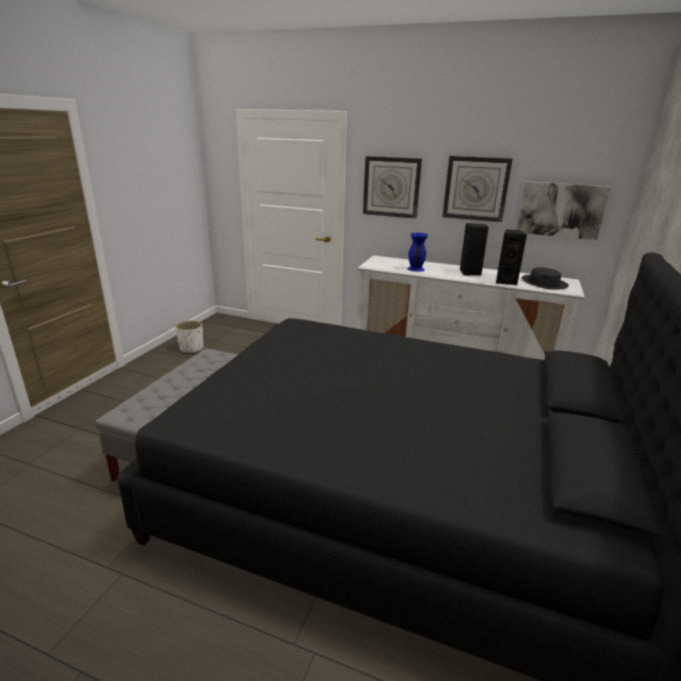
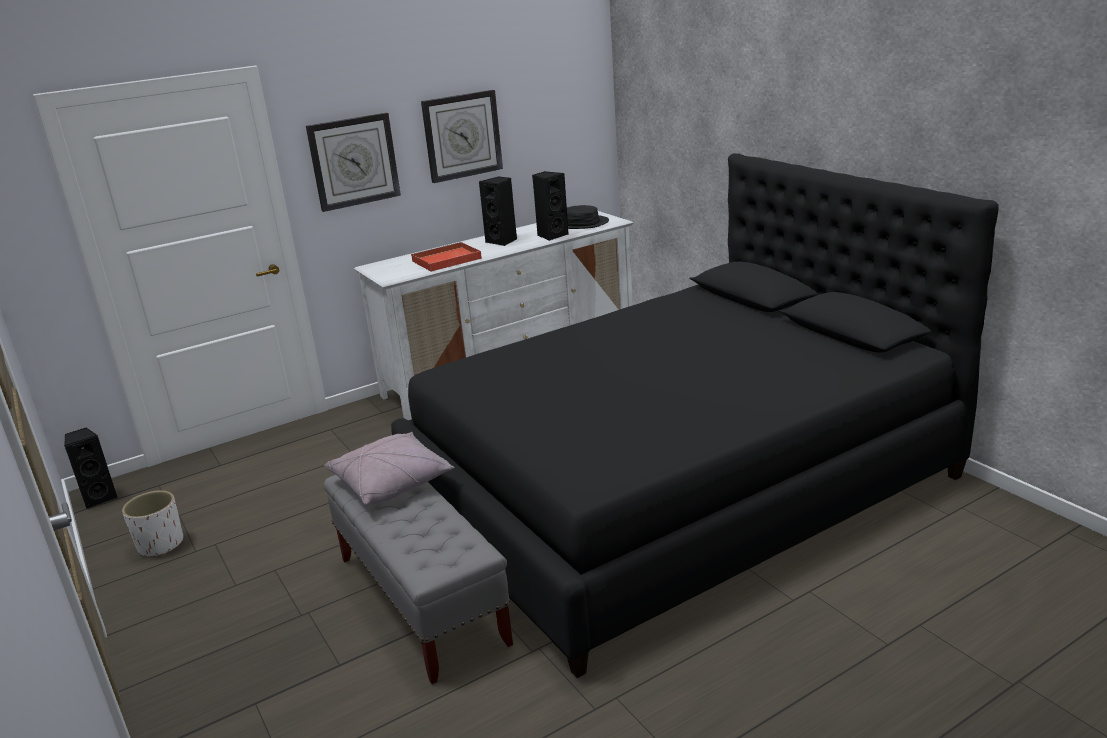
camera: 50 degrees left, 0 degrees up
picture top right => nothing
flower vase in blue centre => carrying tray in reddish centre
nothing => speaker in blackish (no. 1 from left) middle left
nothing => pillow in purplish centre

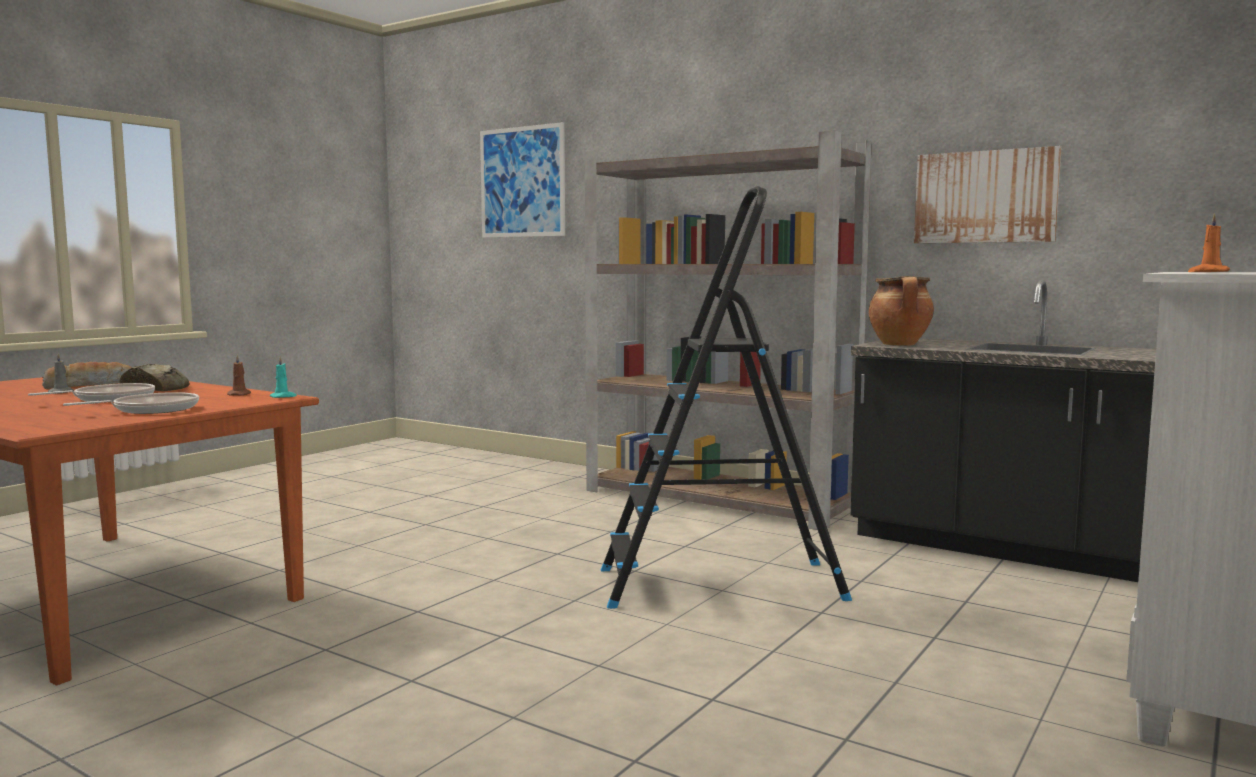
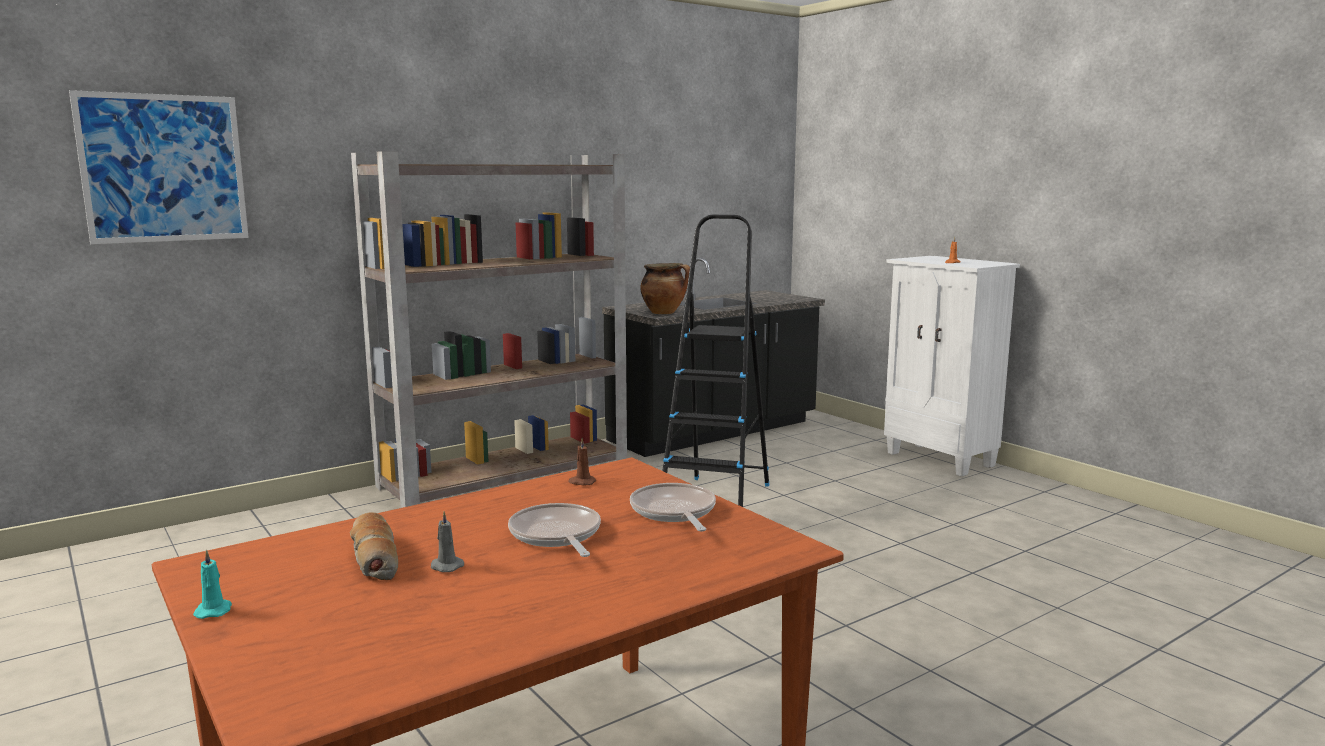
camera: 70 degrees left, 5 degrees up
picture (no. 2 from left) top right => nothing
wax candle in turquoise middle left => wax candle in turquoise bottom left, shifted
bakery bread (no. 2 from left) middle left => nothing

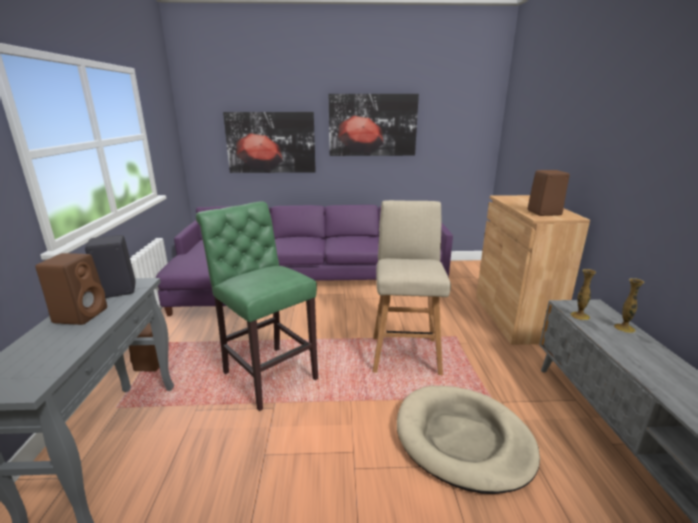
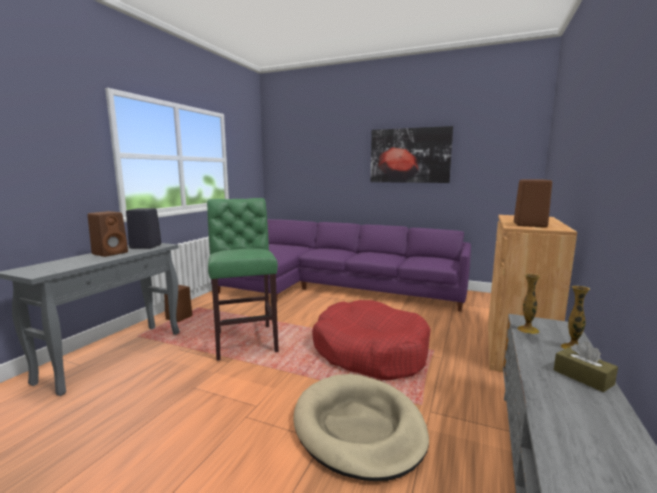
camera: 25 degrees right, 10 degrees down
picture (no. 1 from left) top centre => nothing
sitting stool in beige-coloured centre => pet bed in reddish bottom centre
nothing => box of tissues in brownish bottom right

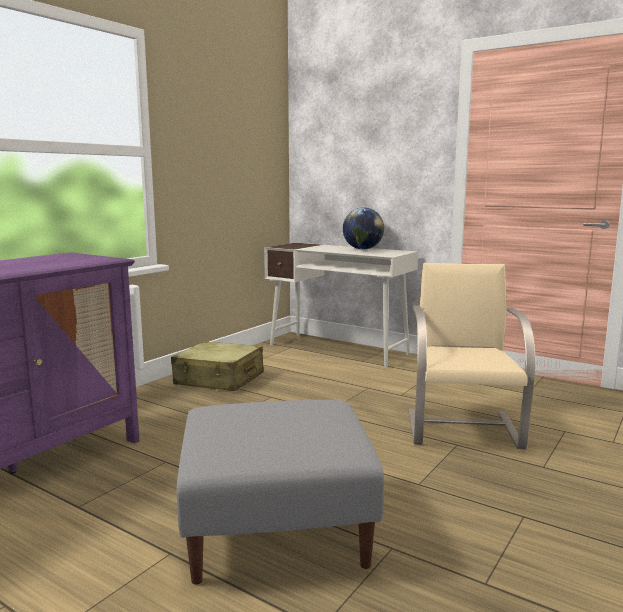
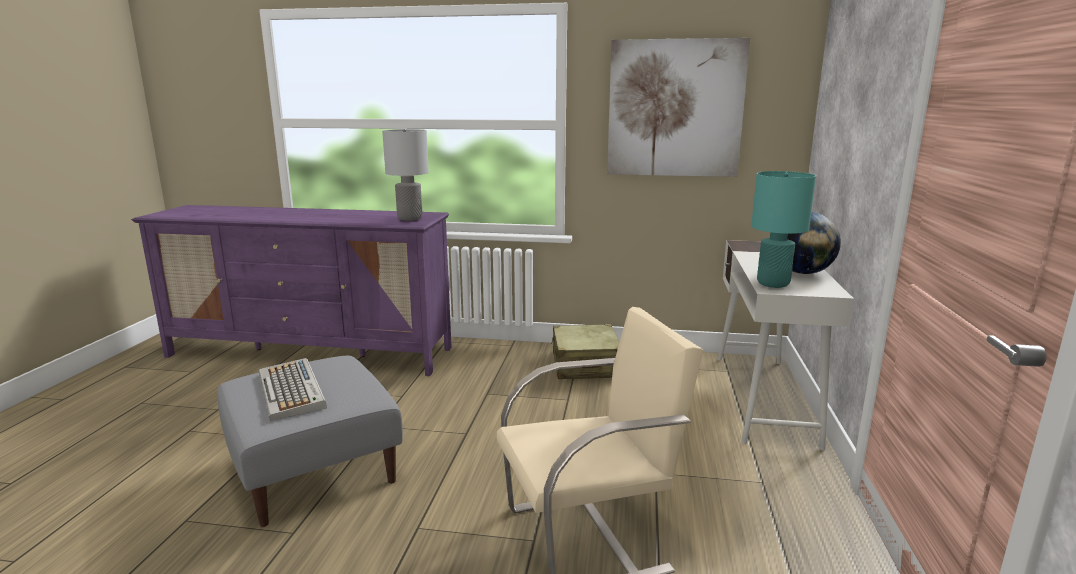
camera: 65 degrees right, 5 degrees up
nothing => picture top centre
nothing => table lamp in gray top centre
nothing => table lamp in turquoise middle right
nothing => computer keyboard bottom left

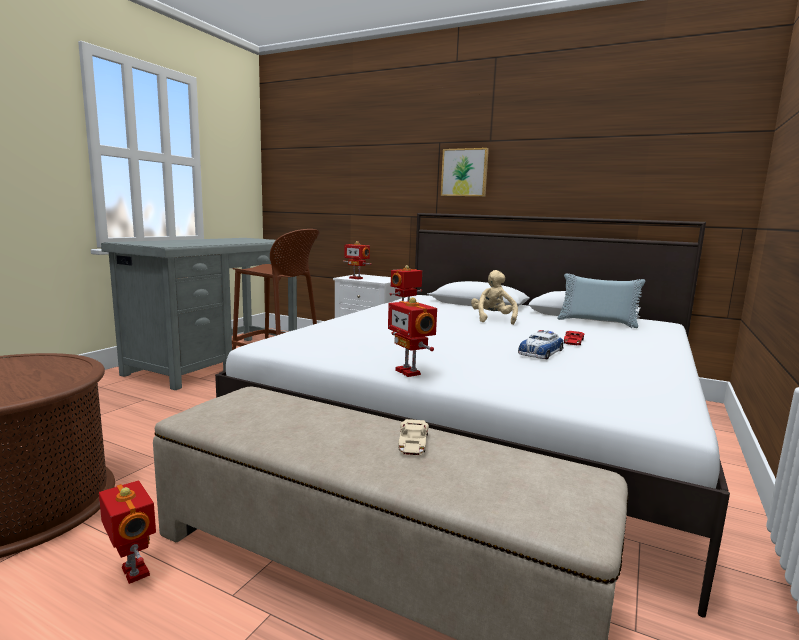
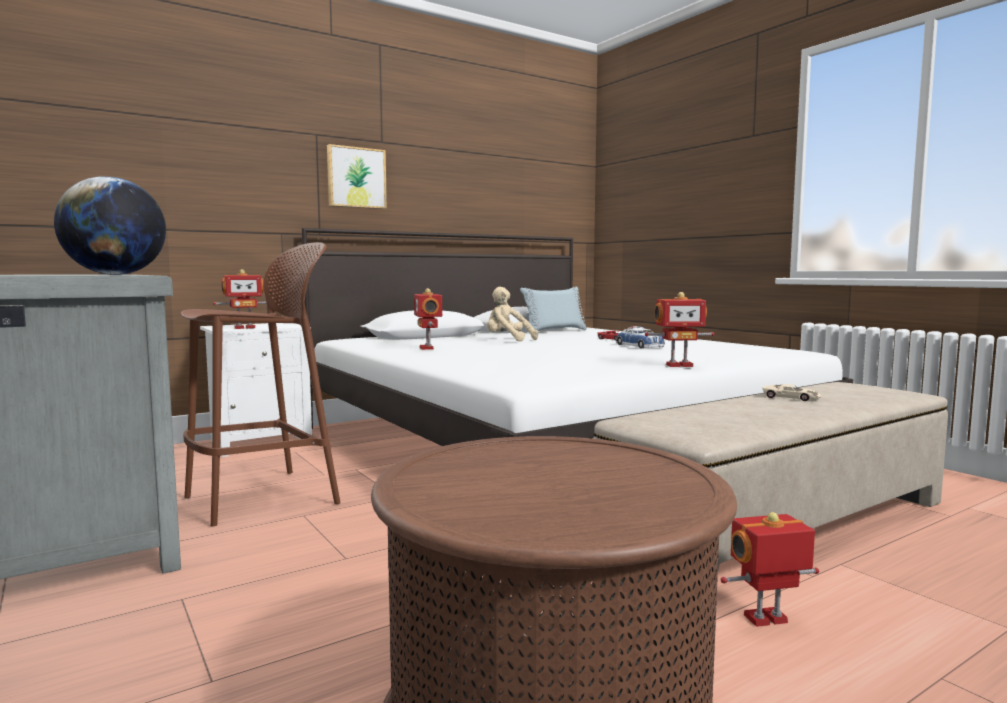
camera: 60 degrees left, 5 degrees down
nothing => desk globe top left

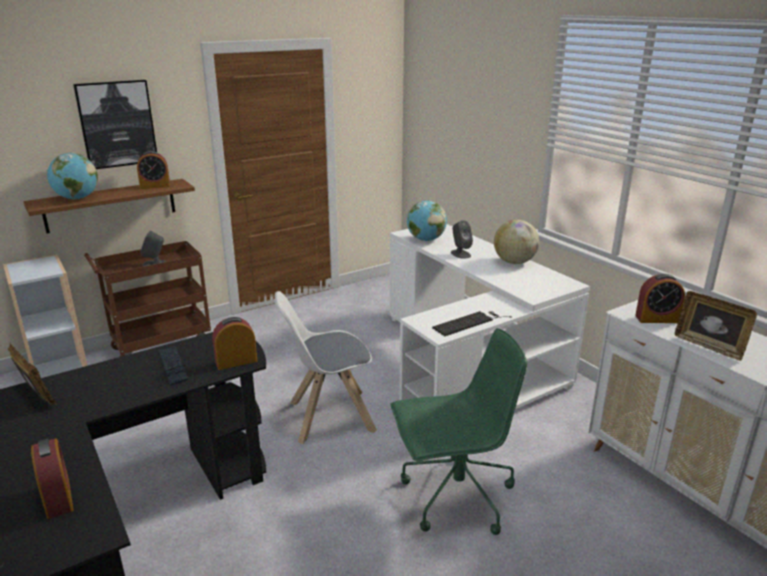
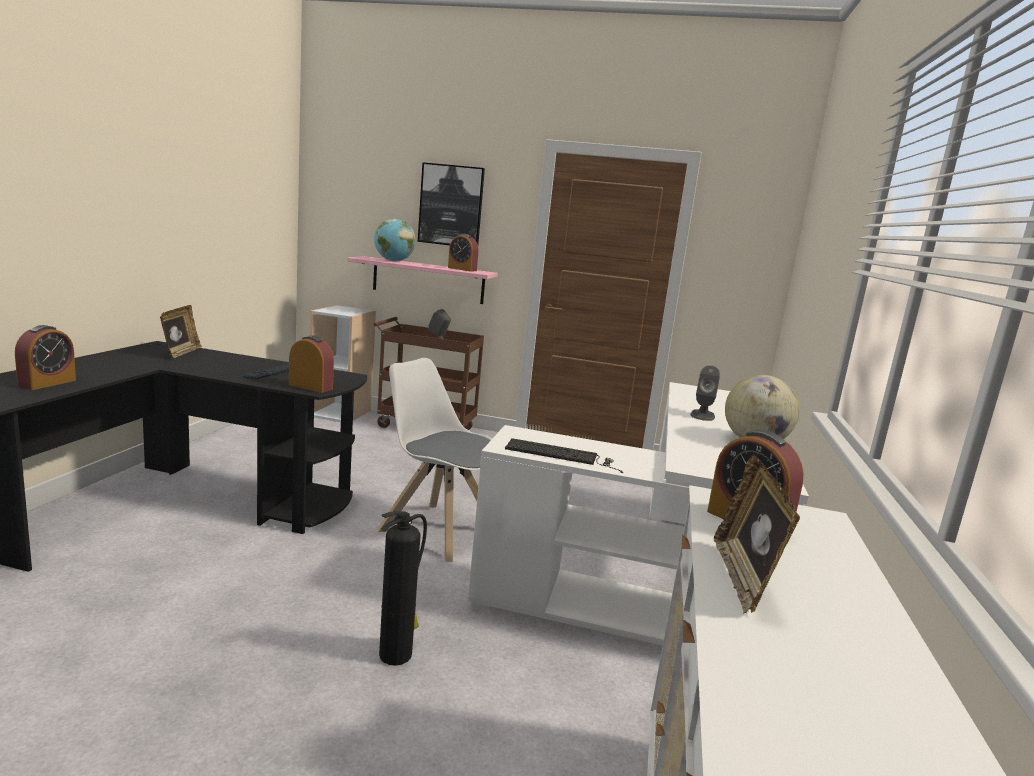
camera: 45 degrees right, 10 degrees down
wall shelf in brownish middle left => wall shelf in pink-coloured centre
desk globe (no. 2 from left) centre => nothing
computer chair in greenish bottom centre => fire-fighting cylinder bottom centre

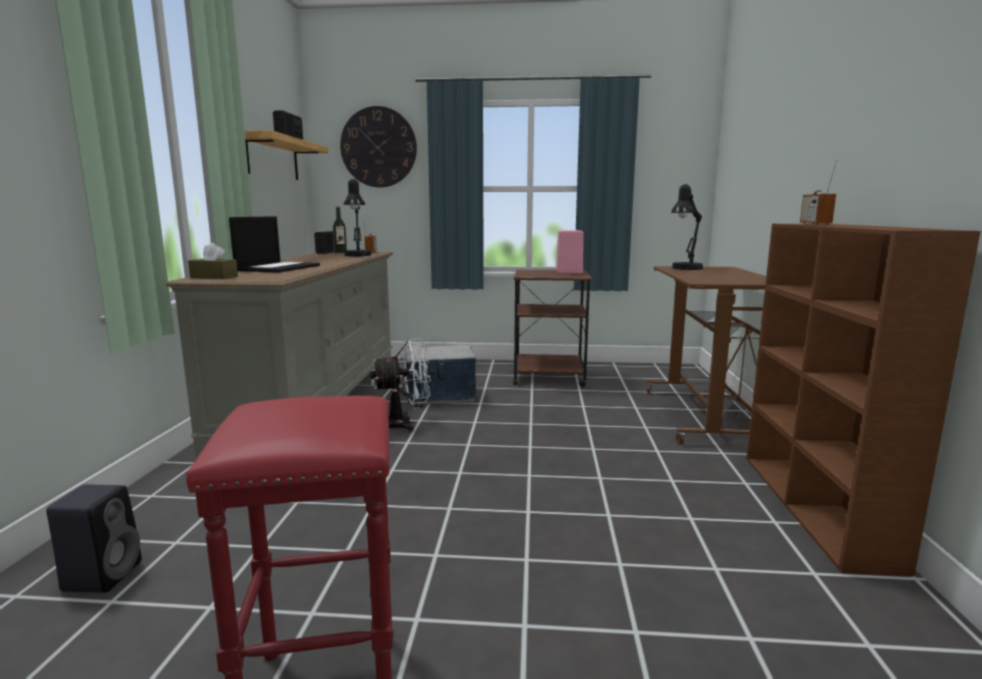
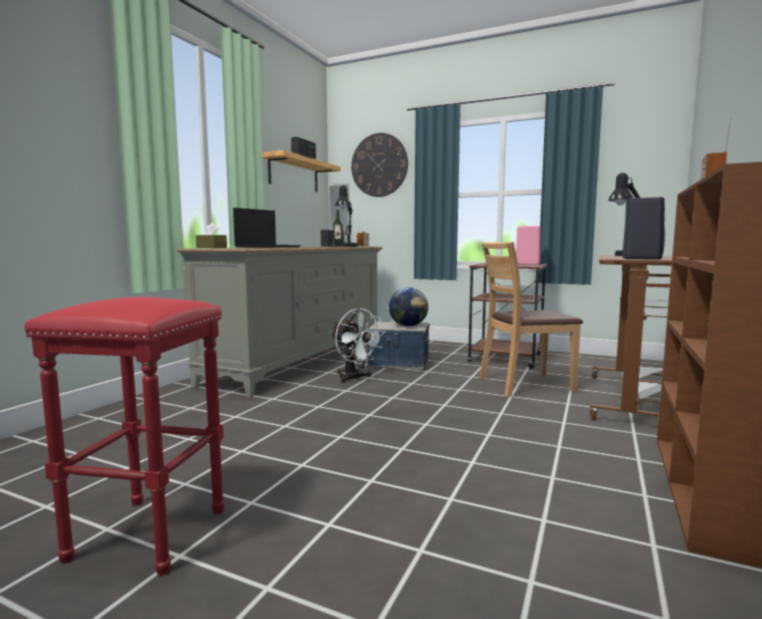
camera: 20 degrees right, 5 degrees down
fan in white centre, 45 degrees clockwise
speaker in blackish bottom left => speaker in blackish middle right, shifted
nothing => plain chair in brownish middle right
nothing => desk globe centre

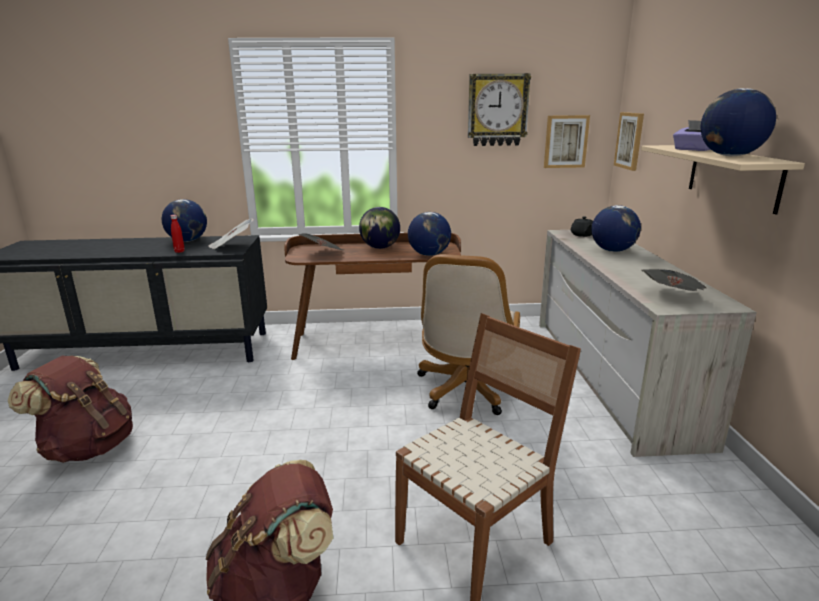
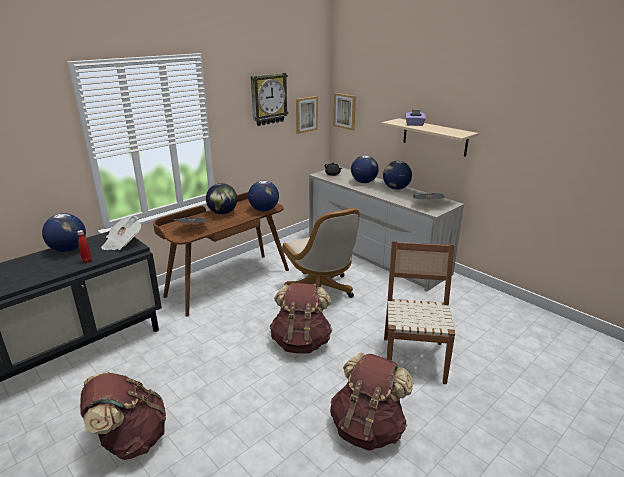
camera: 40 degrees left, 5 degrees up
desk globe (no. 5 from left) top right => desk globe (no. 5 from left) centre, shifted
nothing => rucksack in brownish (no. 2 from left) bottom centre

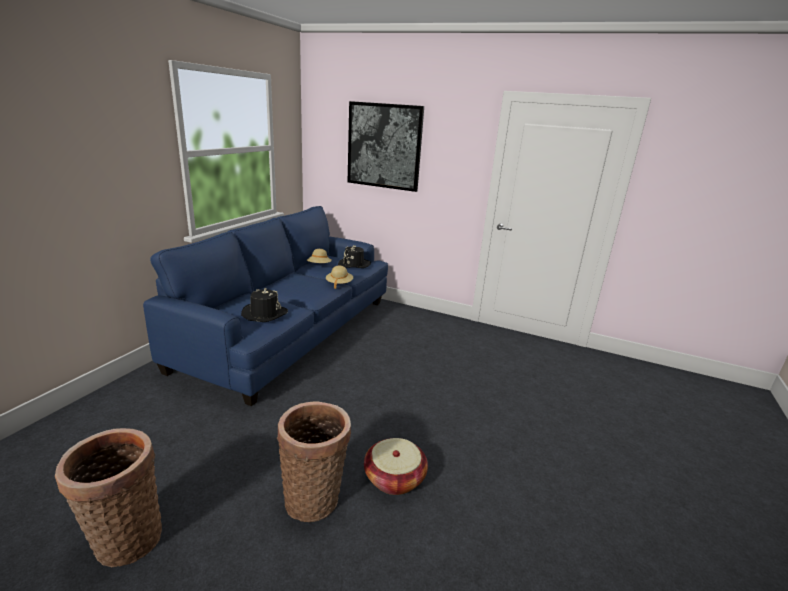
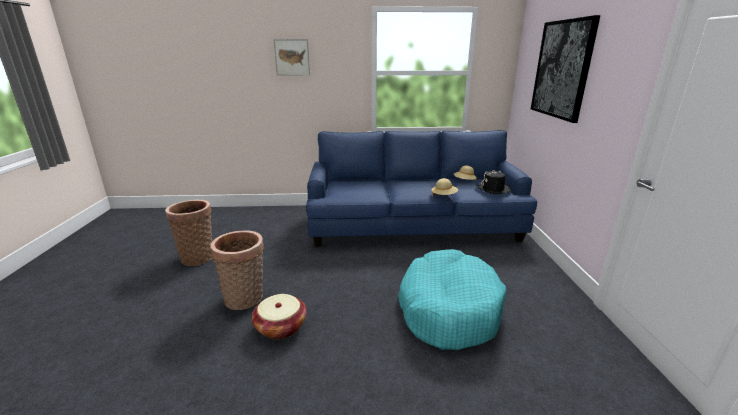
camera: 65 degrees right, 0 degrees up
clothing hat in blackish (no. 1 from left) centre => nothing
nothing => picture (no. 1 from left) top centre
nothing => pet bed in turquoise bottom centre

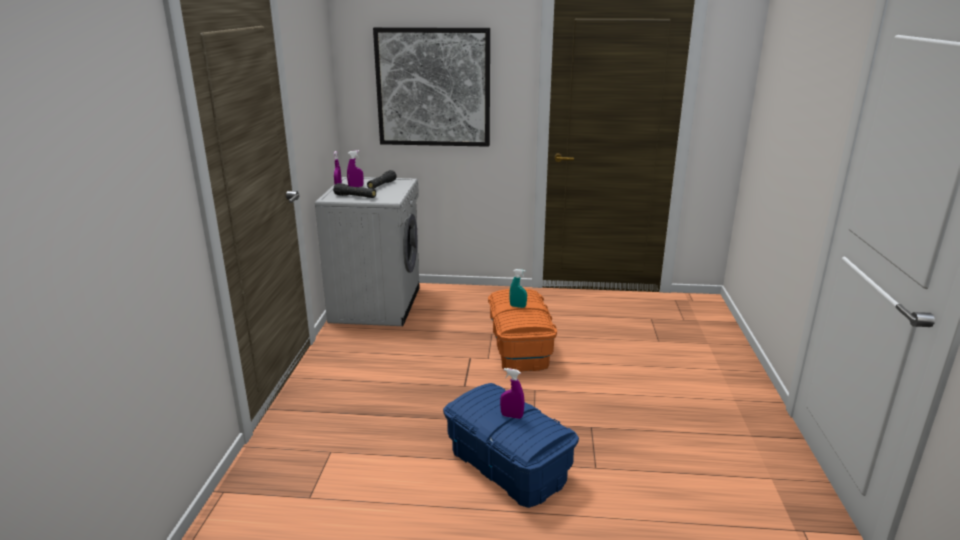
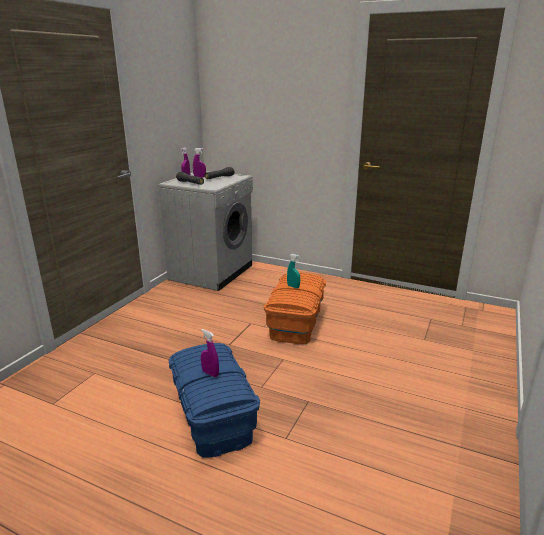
camera: 20 degrees right, 0 degrees up
picture top centre => nothing

